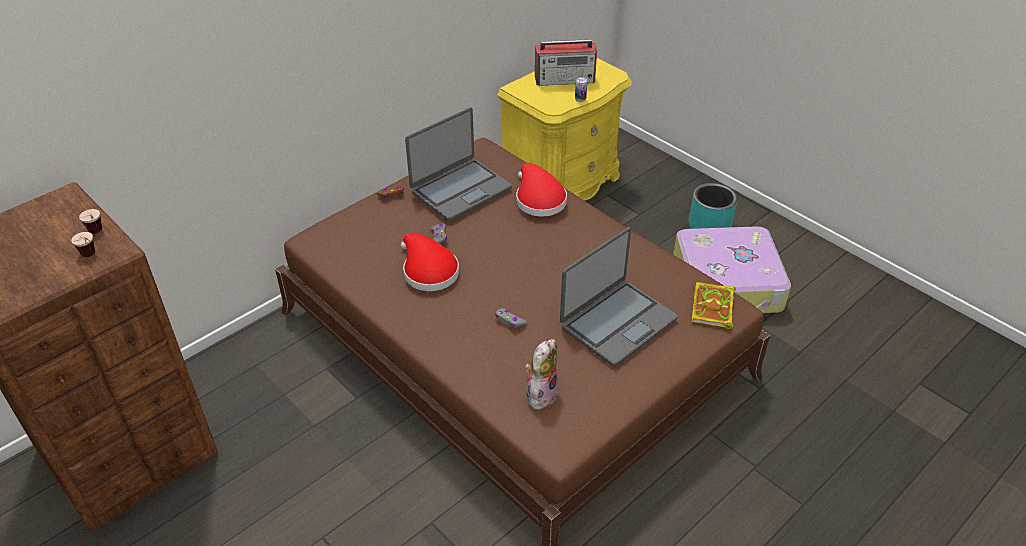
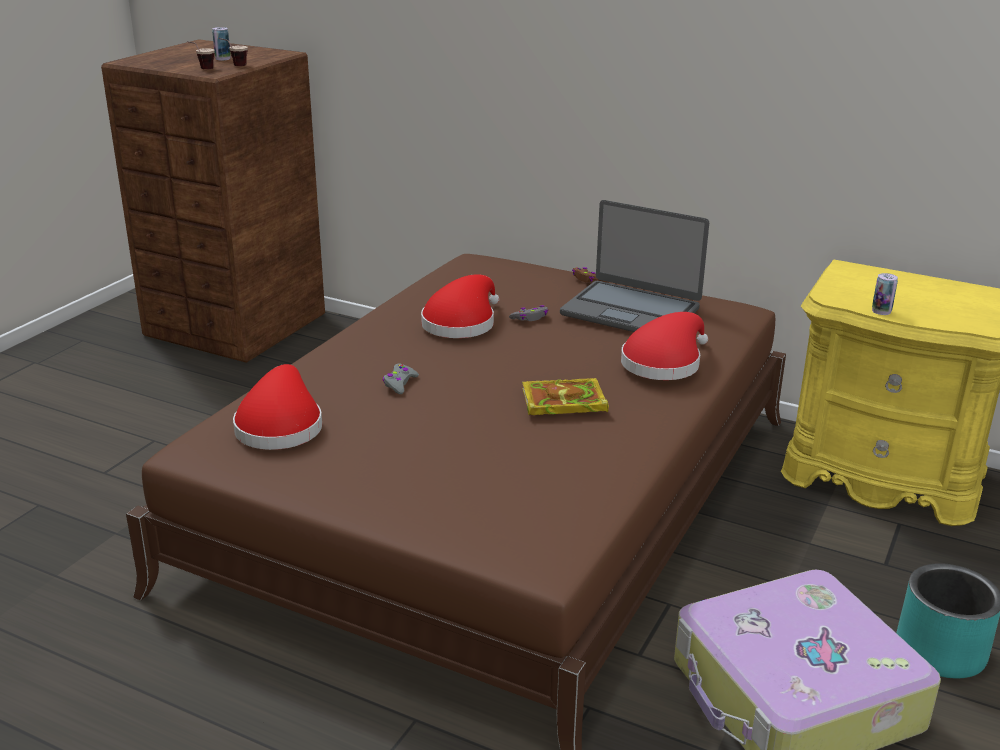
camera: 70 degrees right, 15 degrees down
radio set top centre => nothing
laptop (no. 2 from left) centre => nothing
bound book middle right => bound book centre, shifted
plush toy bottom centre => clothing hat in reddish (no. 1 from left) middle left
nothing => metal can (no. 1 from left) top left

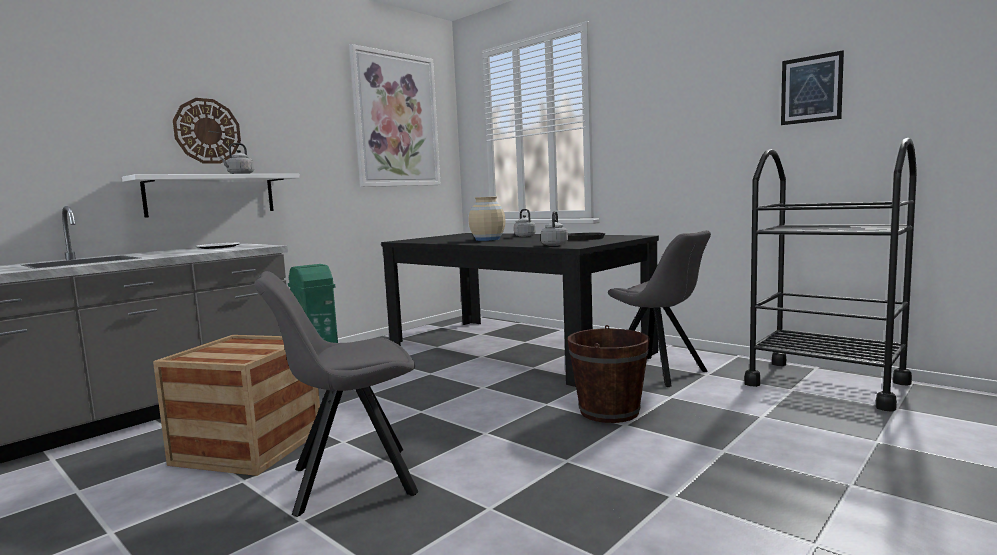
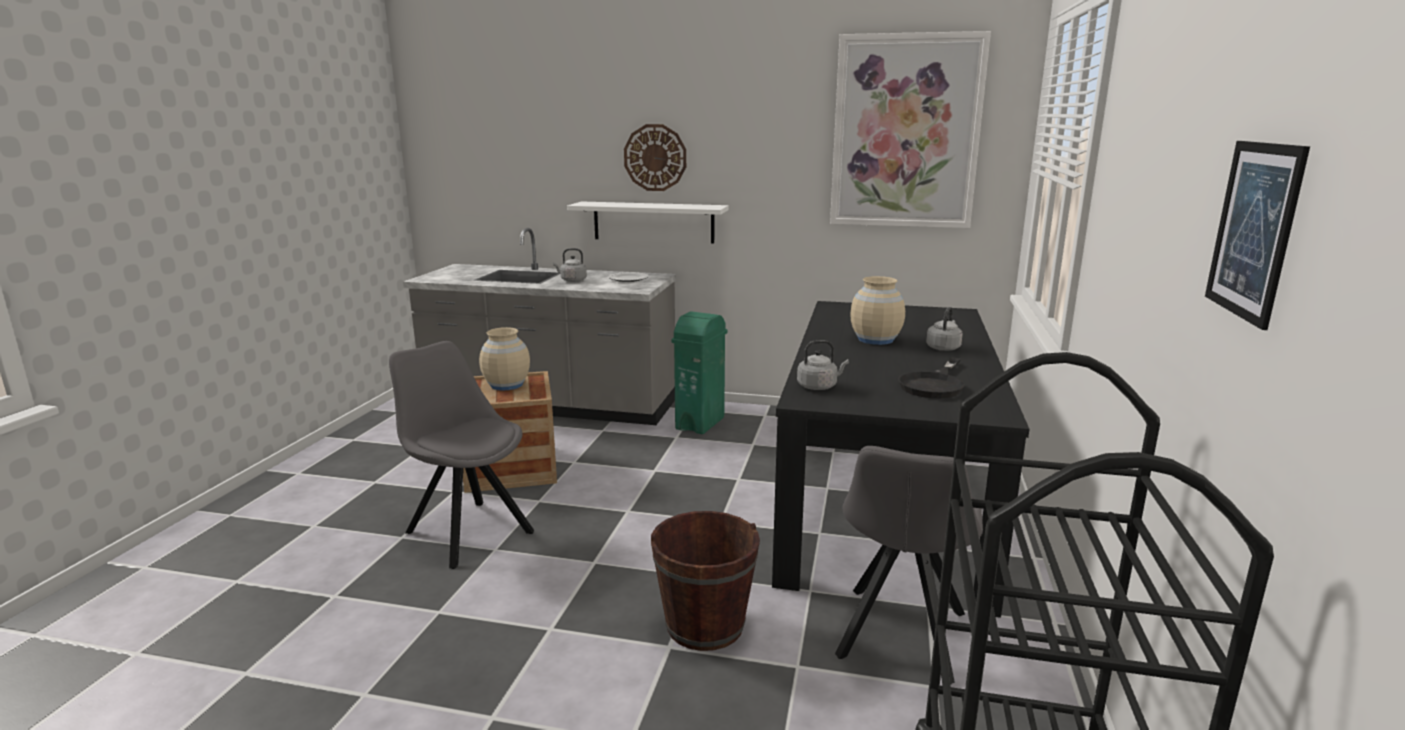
camera: 60 degrees right, 10 degrees up
kettle in gray (no. 1 from left) top left => kettle in gray (no. 1 from left) centre, shifted
nothing => flower vase in beige-coloured (no. 1 from left) centre

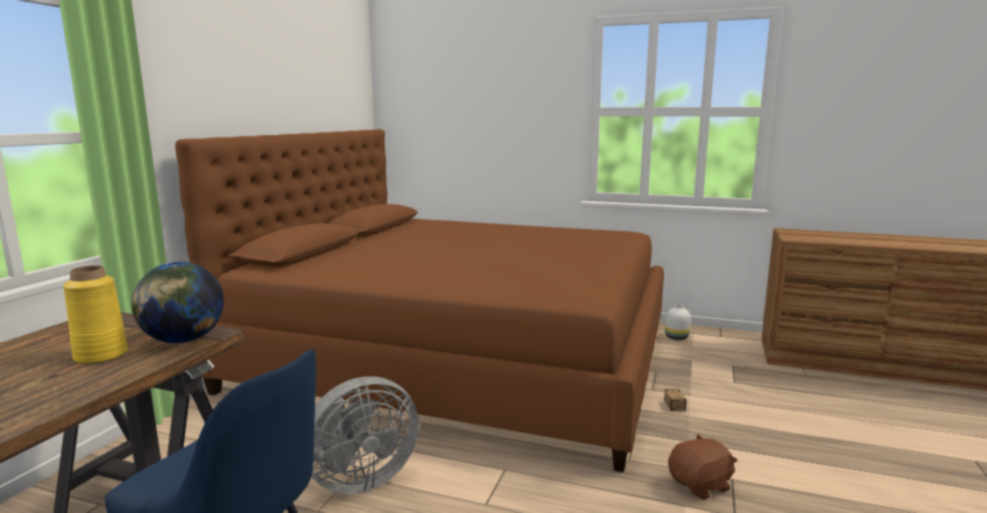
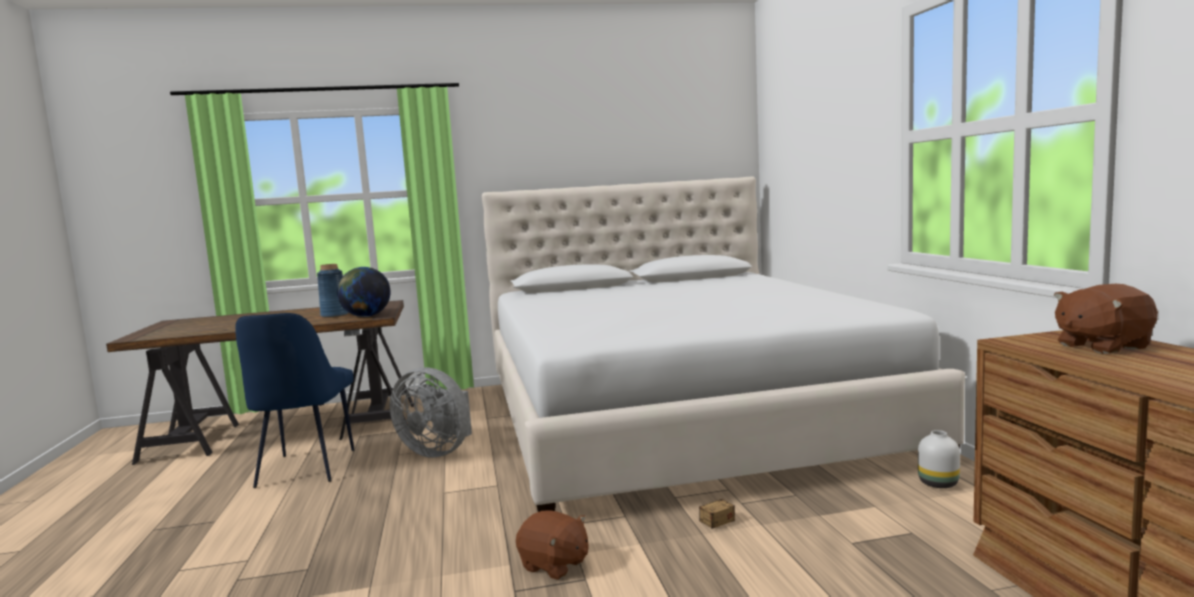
camera: 60 degrees right, 5 degrees down
bedroom bed in brownish centre => bedroom bed in white centre
flower vase in yellowish middle left => flower vase in blue middle left
nothing => plush toy in brownish (no. 2 from left) middle right

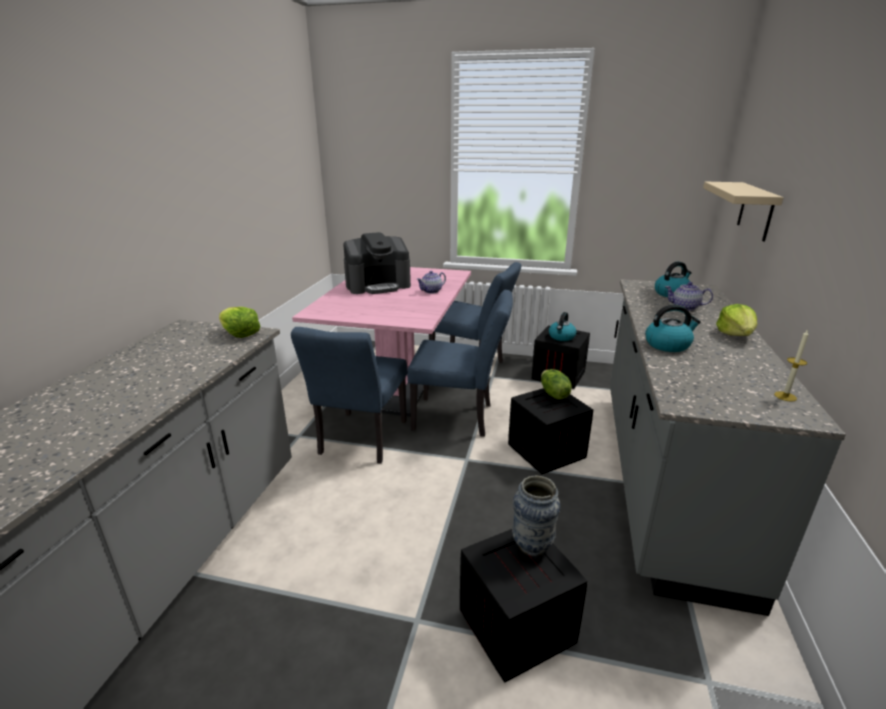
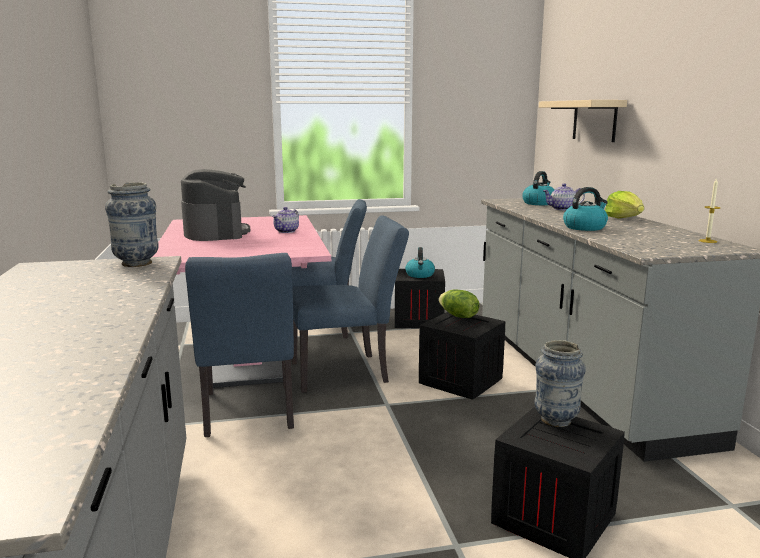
camera: 25 degrees left, 10 degrees down
coffee machine centre => coffee machine middle left, 60 degrees counterclockwise
lettuce head (no. 1 from left) middle left => flower vase (no. 1 from left) middle left

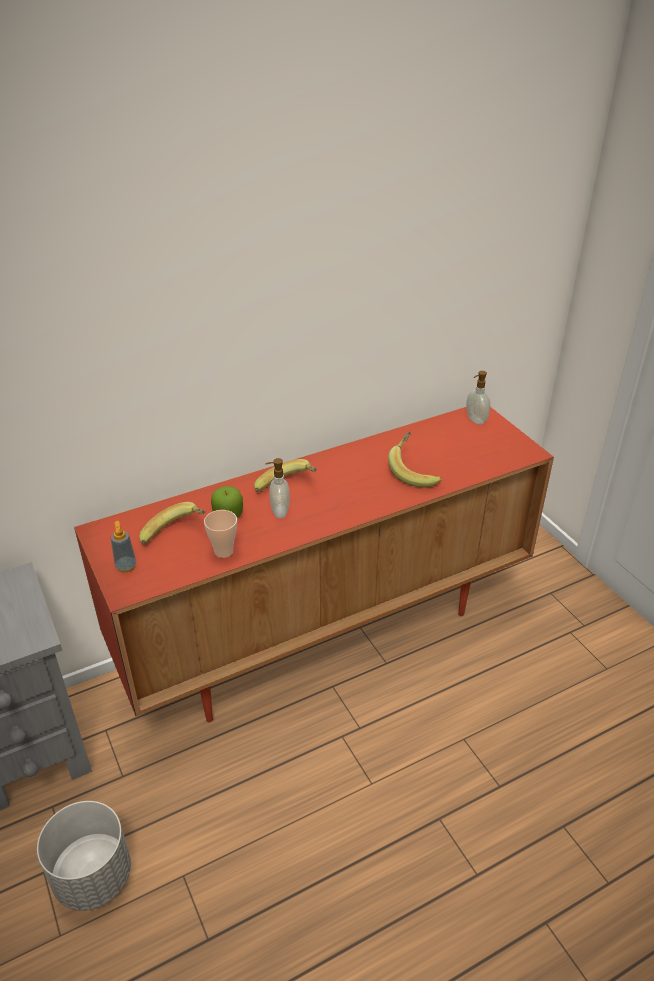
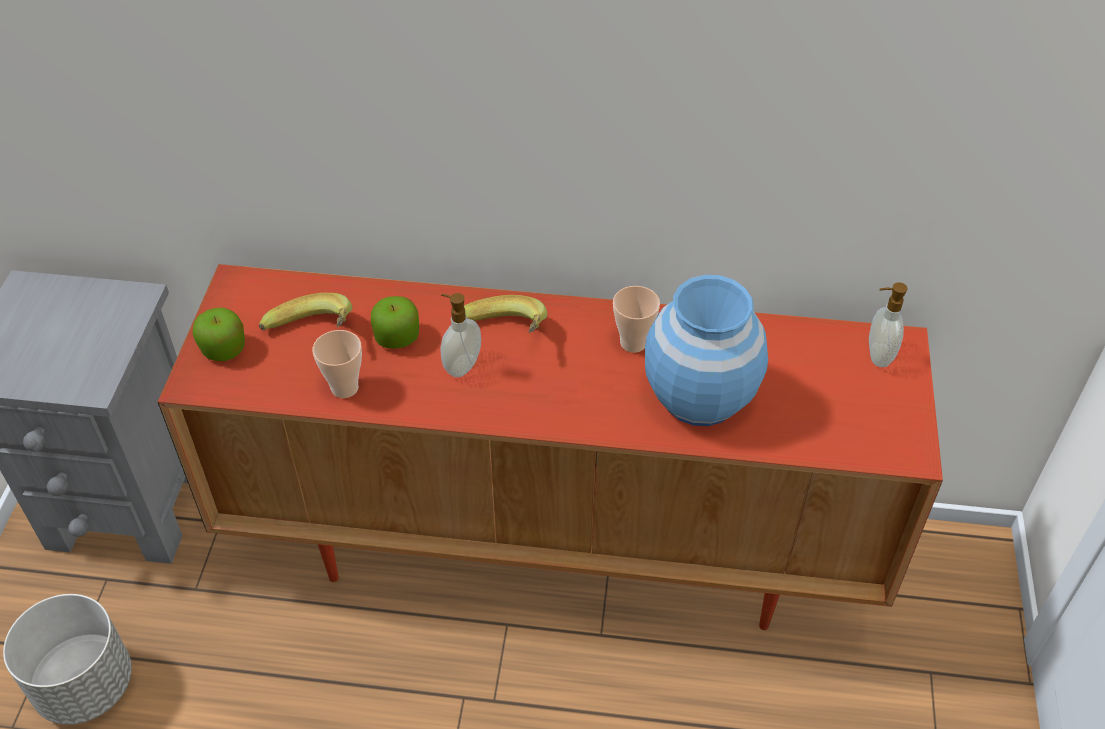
camera: 35 degrees right, 10 degrees up
whole banana (no. 3 from left) centre => flower vase in blue centre
soap bottle (no. 1 from left) middle left => apple fruit (no. 1 from left) middle left
nothing => cup (no. 2 from left) centre

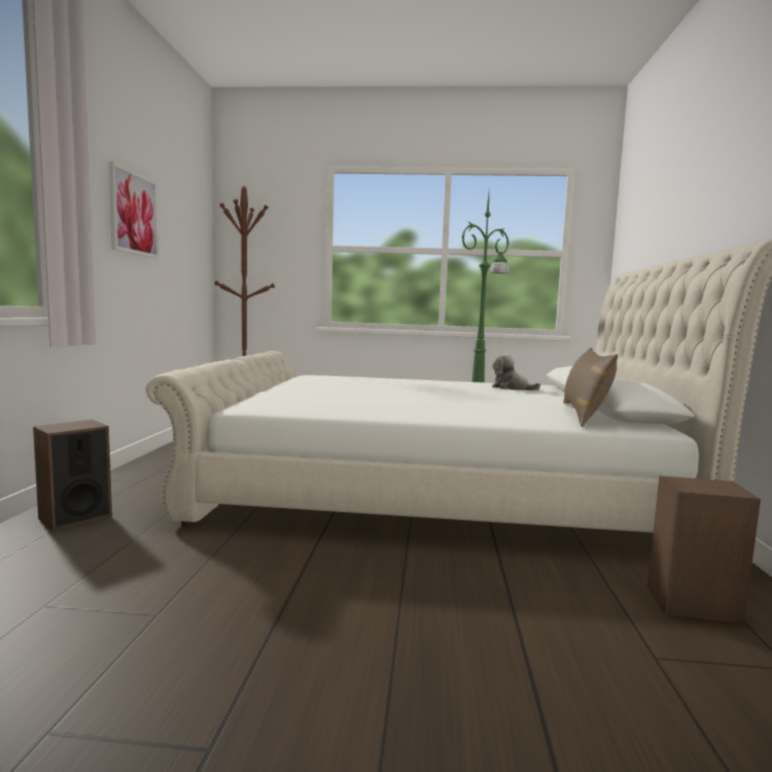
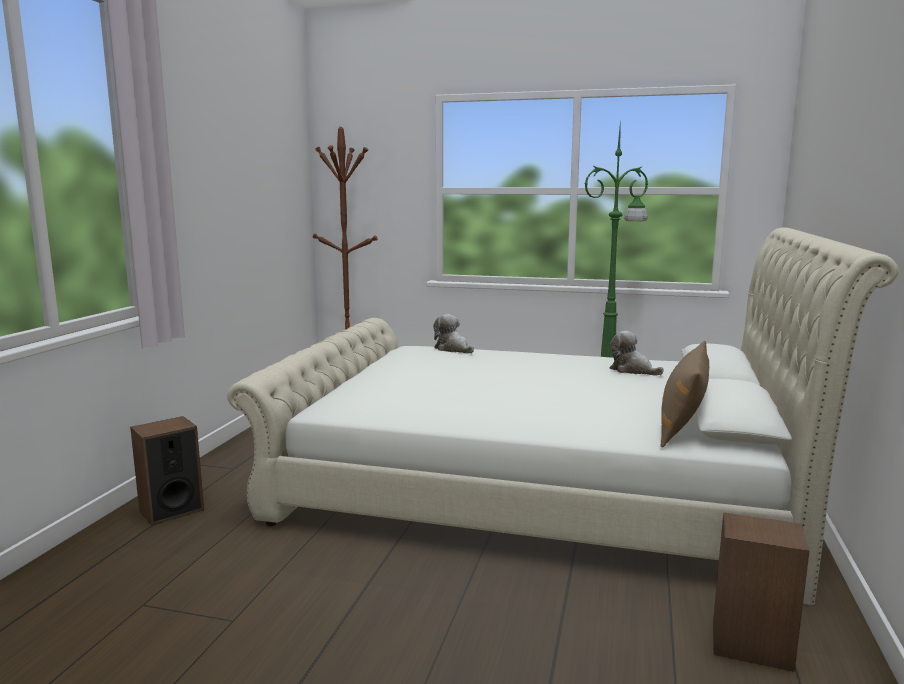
camera: 10 degrees right, 5 degrees up
picture top left => nothing
nothing => plush toy (no. 1 from left) centre

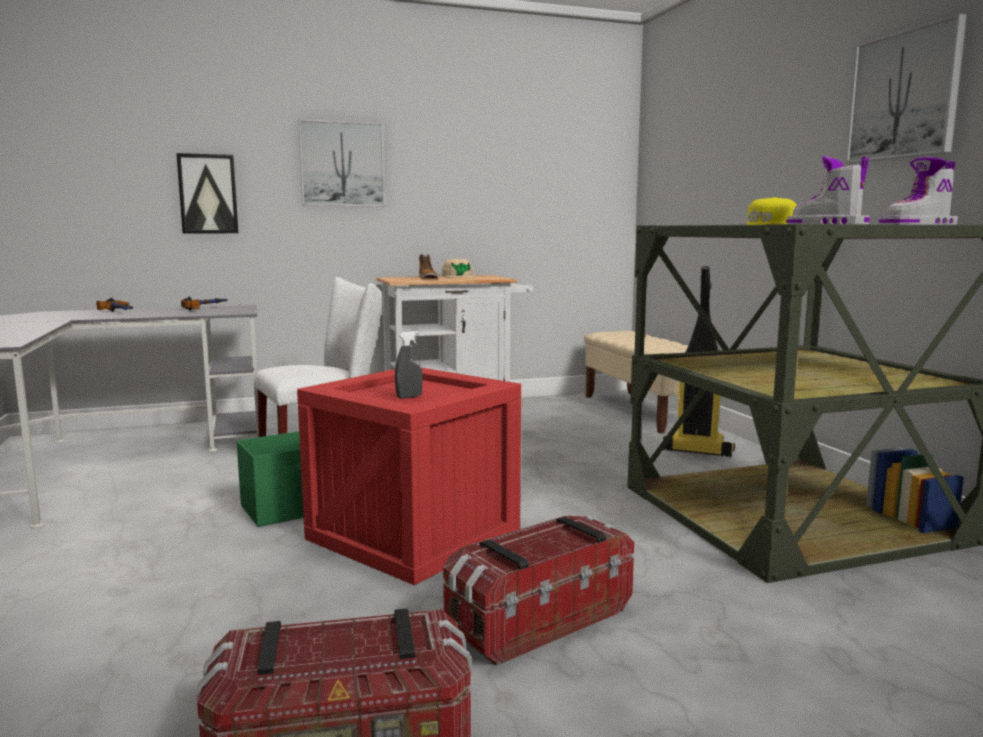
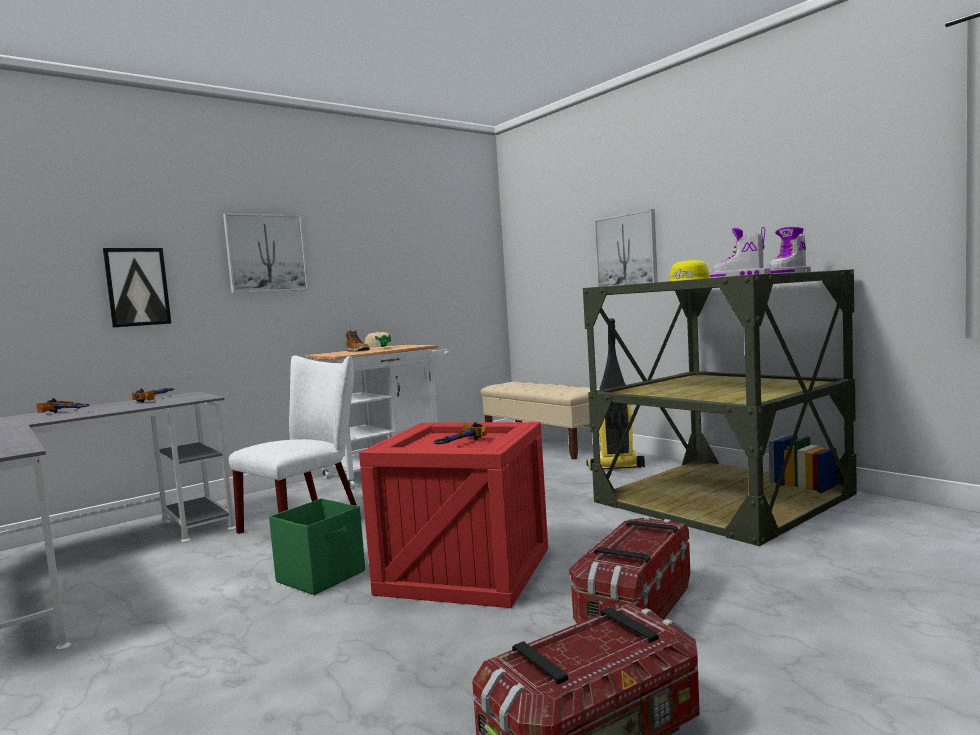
camera: 20 degrees left, 5 degrees down
picture (no. 3 from left) top right => picture (no. 3 from left) centre, shifted
spray bottle in gray centre => hand hammer (no. 3 from left) centre

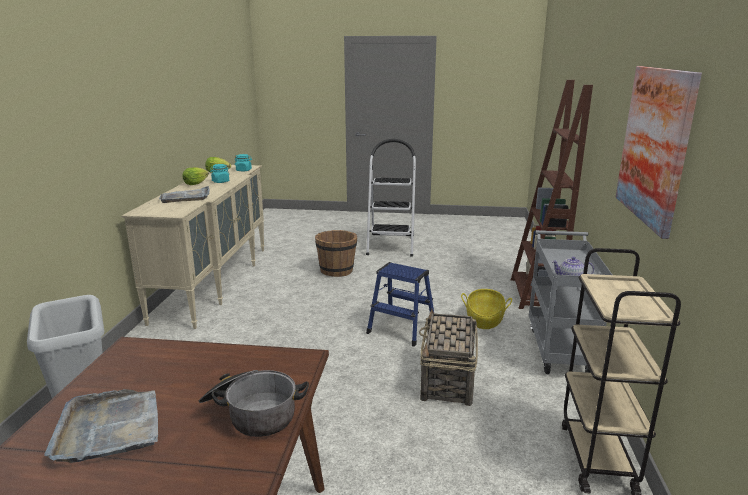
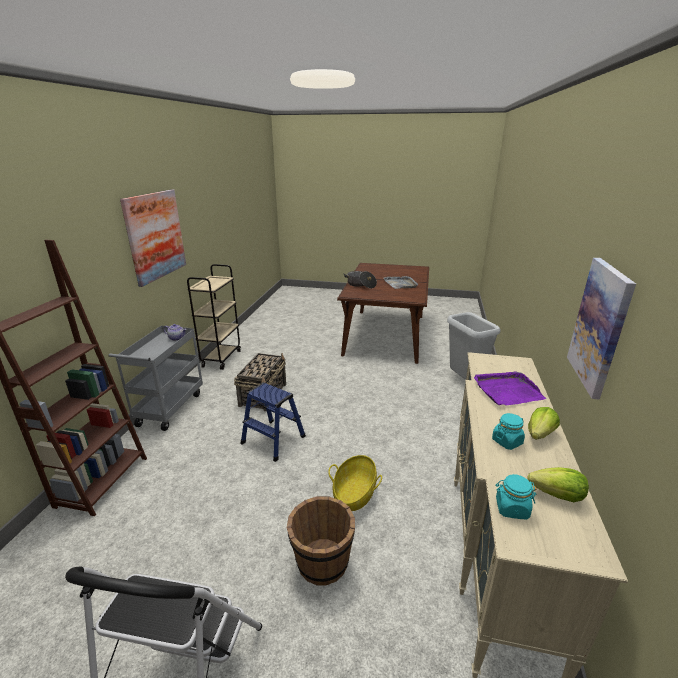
camera: 175 degrees left, 5 degrees up
carrying tray in gray (no. 2 from left) middle left => carrying tray in purplish middle right
storage basket (no. 2 from left) centre => storage basket (no. 2 from left) bottom centre, shifted
nothing => picture (no. 2 from left) middle right

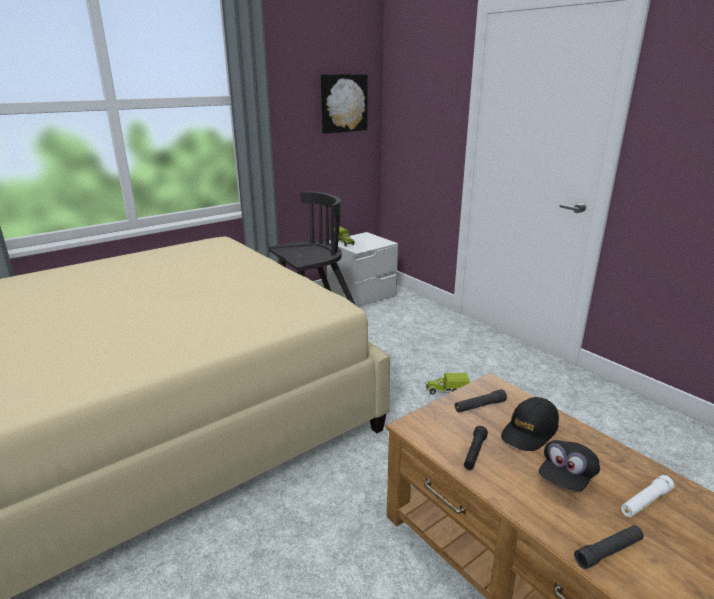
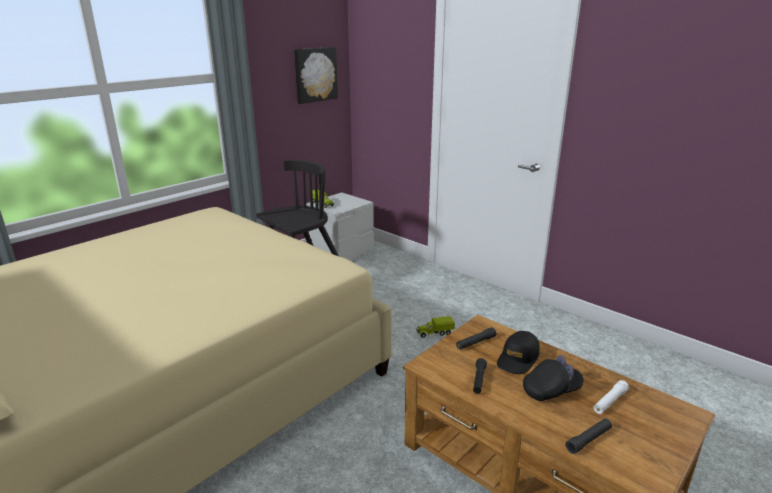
camera: 10 degrees left, 0 degrees up
cap in blackish (no. 2 from left) bottom right, 135 degrees counterclockwise

